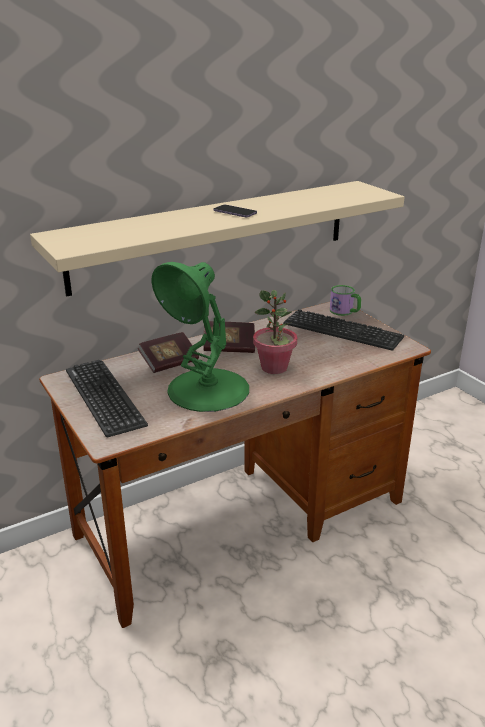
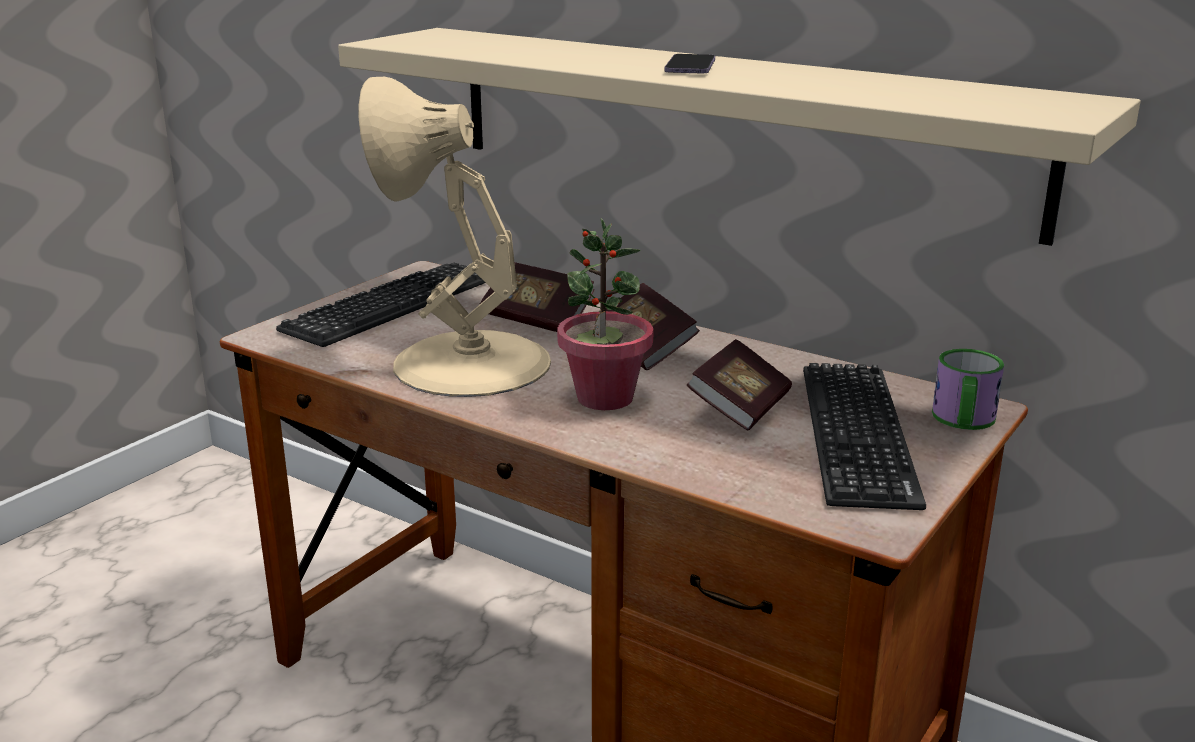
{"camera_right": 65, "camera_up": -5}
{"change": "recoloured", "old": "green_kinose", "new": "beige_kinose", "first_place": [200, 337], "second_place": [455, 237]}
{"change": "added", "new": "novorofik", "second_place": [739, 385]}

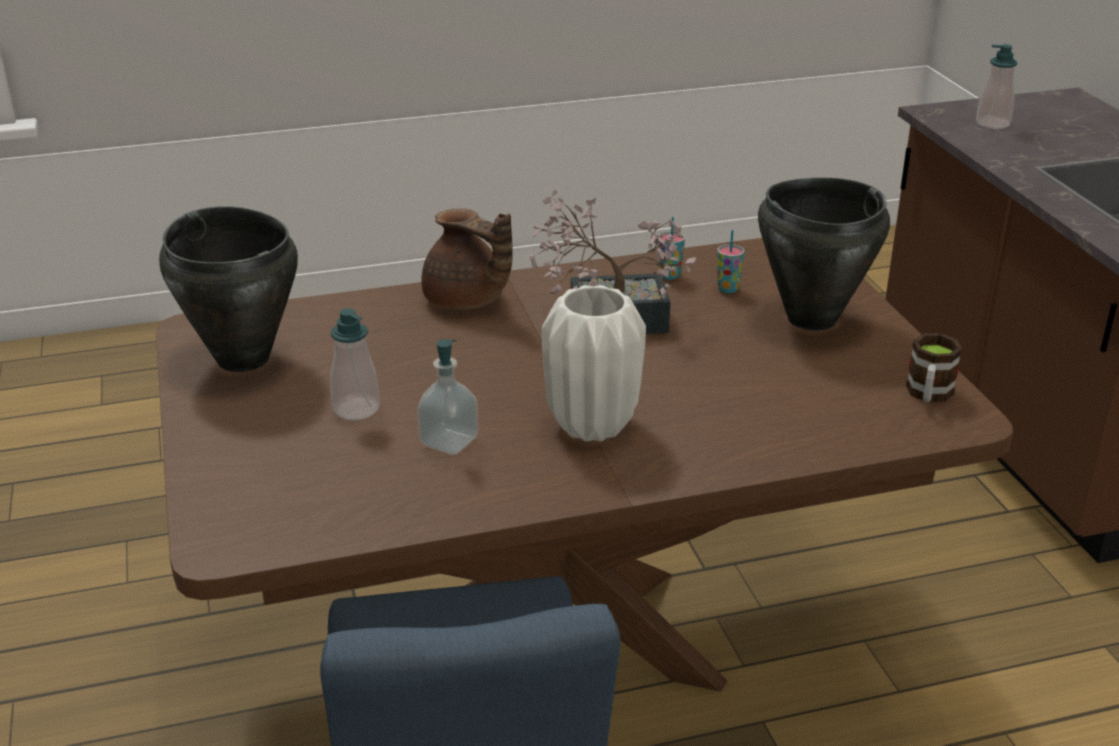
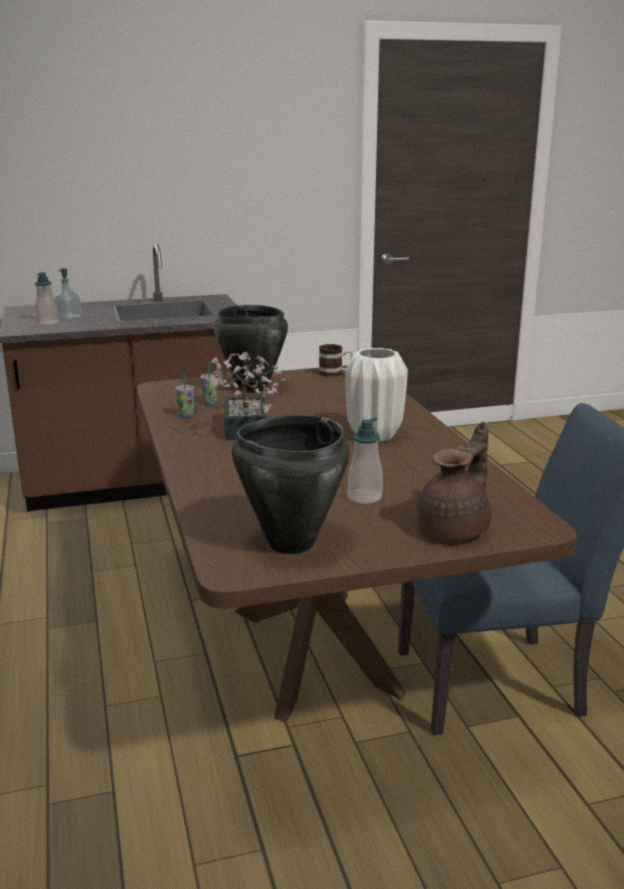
{"camera_right": -90, "camera_up": -10}
{"change": "moved", "old": "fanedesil", "first_place": [447, 397], "second_place": [68, 294]}
{"change": "moved", "old": "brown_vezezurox", "first_place": [467, 259], "second_place": [453, 480]}

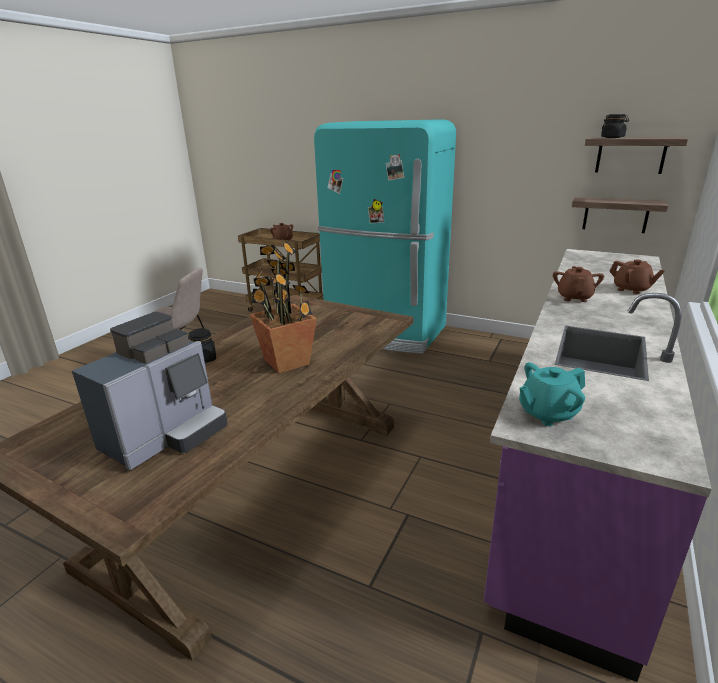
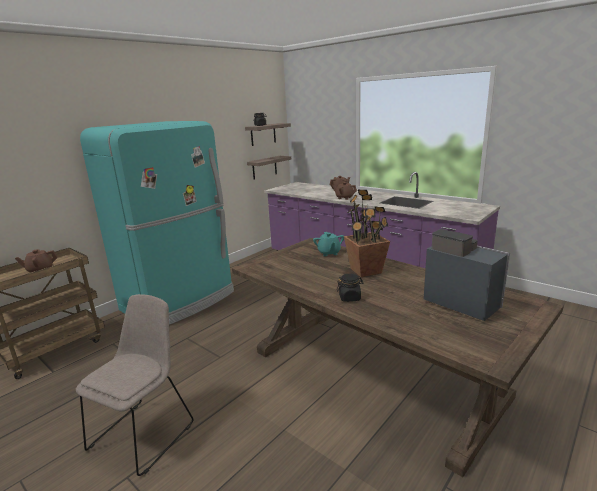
{"camera_right": -75, "camera_up": -5}
{"change": "moved", "old": "turquoise_vezezurox", "first_place": [552, 394], "second_place": [328, 244]}

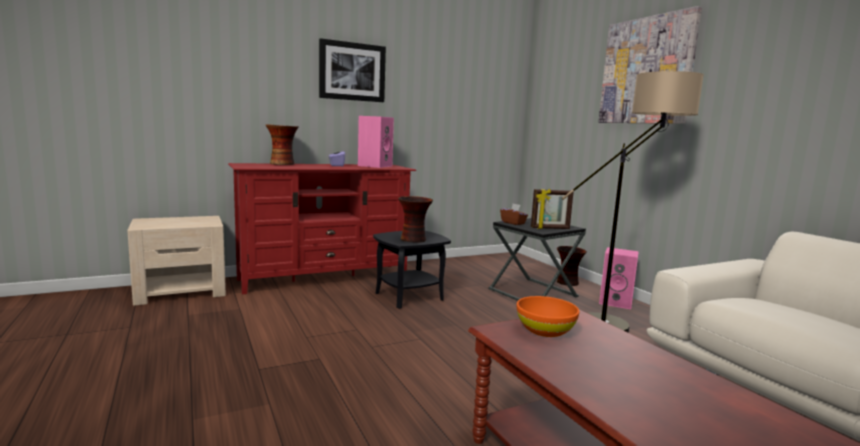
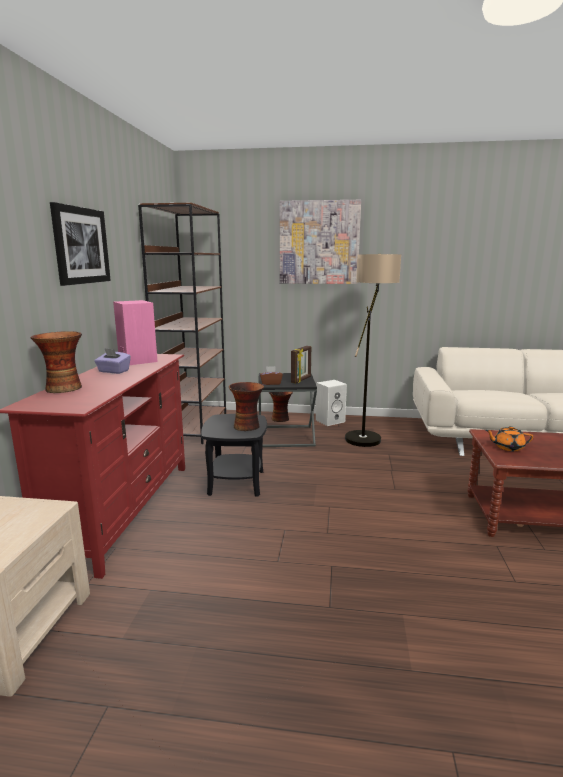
{"camera_right": -55, "camera_up": 5}
{"change": "replaced", "old": "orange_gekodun", "new": "orange_vezezurox", "first_place": [548, 316], "second_place": [510, 438]}
{"change": "recoloured", "old": "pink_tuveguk", "new": "white_tuveguk", "first_place": [619, 278], "second_place": [331, 403]}
{"change": "added", "new": "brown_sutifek", "second_place": [182, 323]}

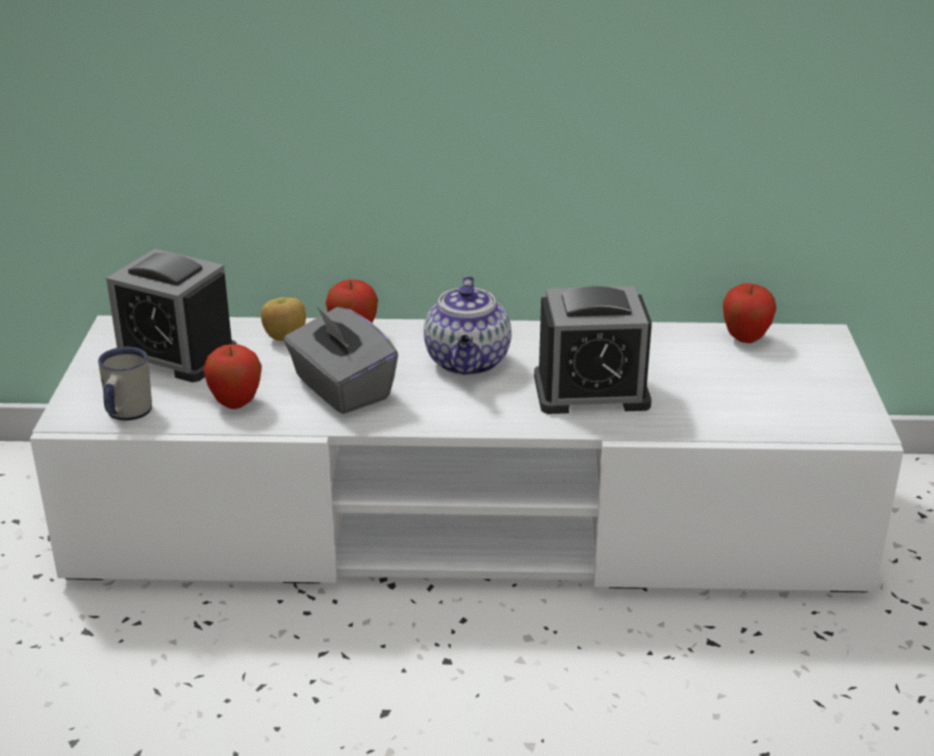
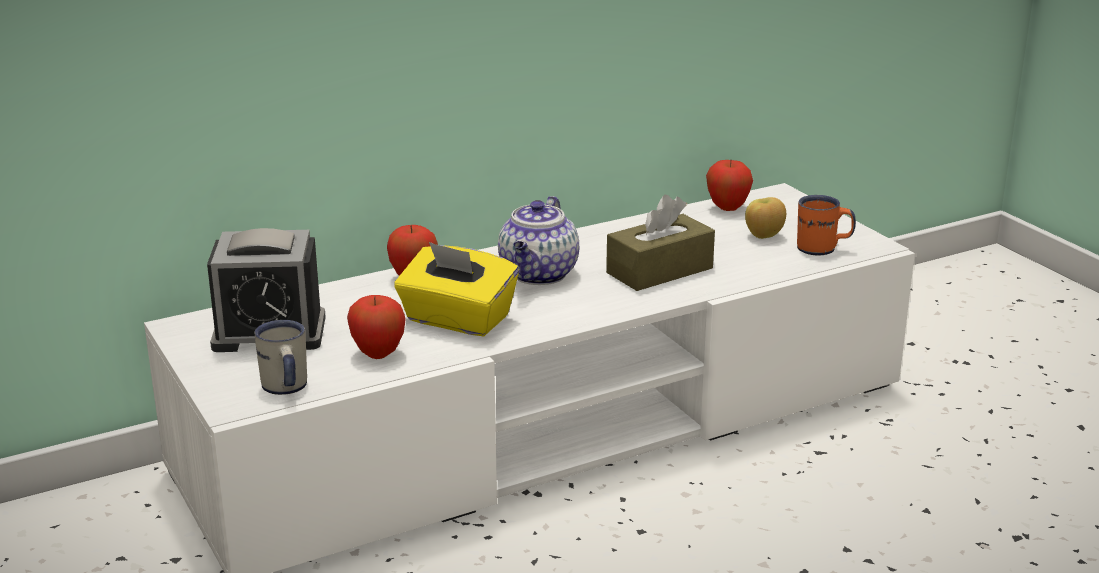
{"camera_right": -30, "camera_up": -5}
{"change": "moved", "old": "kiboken", "first_place": [283, 319], "second_place": [765, 218]}
{"change": "recoloured", "old": "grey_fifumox", "new": "yellow_fifumox", "first_place": [341, 359], "second_place": [456, 289]}
{"change": "turned", "old": "vezezurox", "first_place": [468, 326], "second_place": [538, 240], "degrees": 45}
{"change": "replaced", "old": "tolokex", "new": "brown_fifumox", "first_place": [593, 350], "second_place": [660, 243]}
{"change": "added", "new": "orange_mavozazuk", "second_place": [826, 225]}

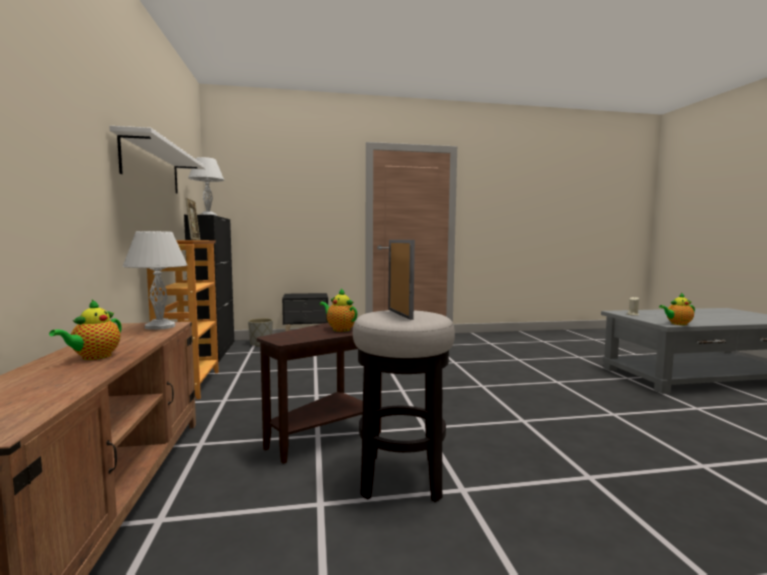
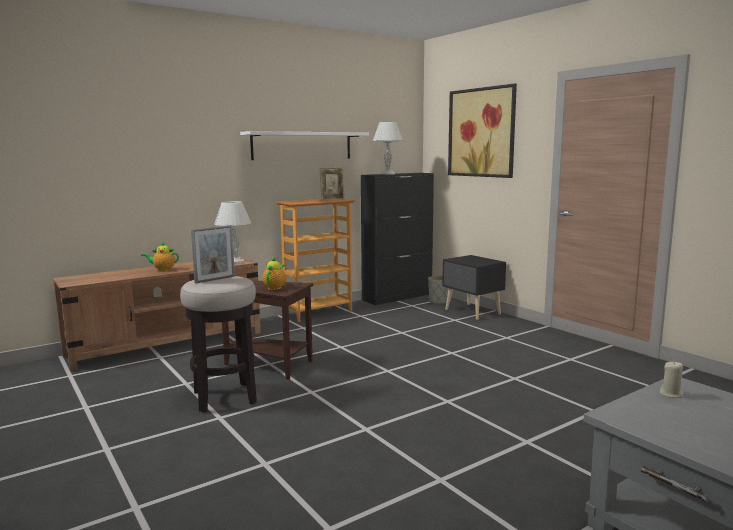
{"camera_right": 65, "camera_up": 5}
{"change": "removed", "old": "vezezurox", "first_place": [677, 309]}
{"change": "added", "new": "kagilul", "second_place": [482, 131]}

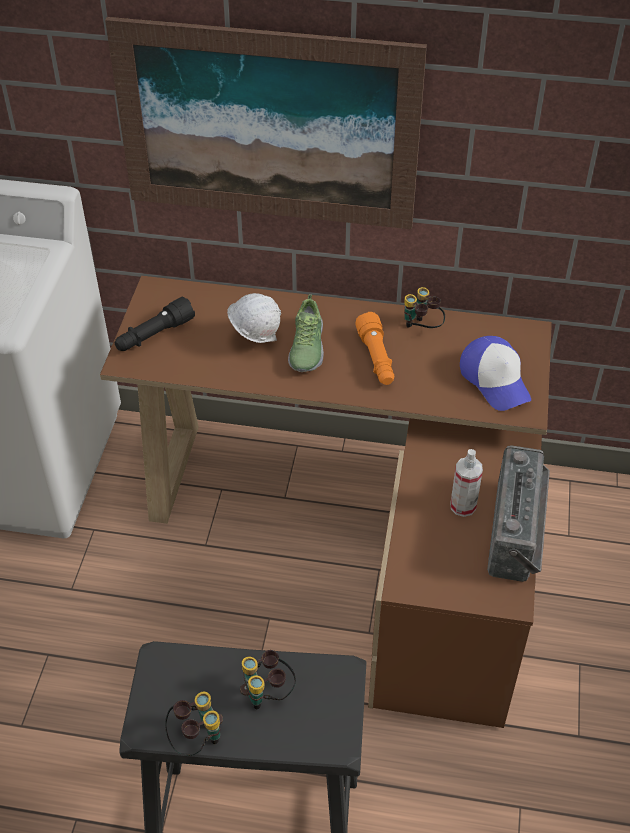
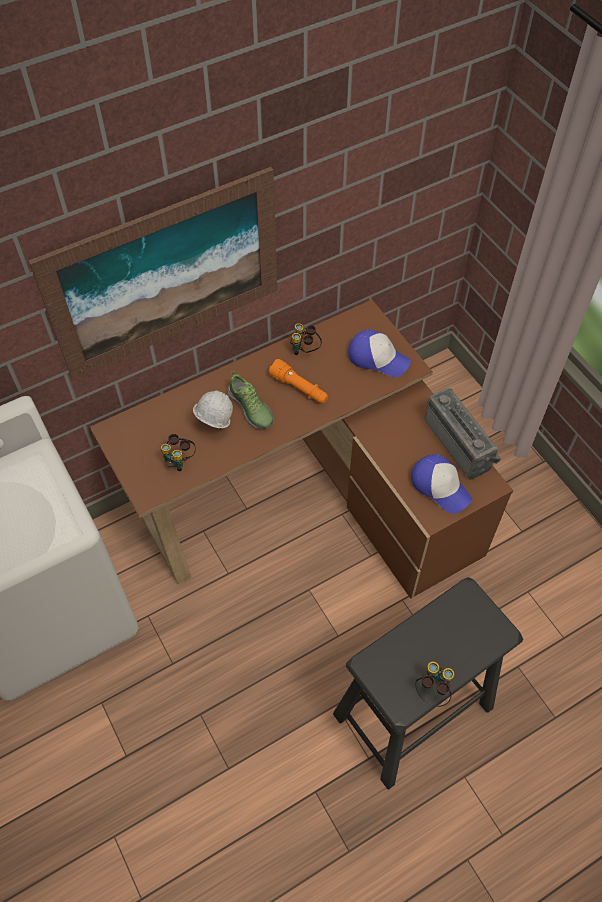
{"camera_right": -40, "camera_up": 10}
{"change": "removed", "old": "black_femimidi", "first_place": [155, 323]}
{"change": "moved", "old": "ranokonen", "first_place": [268, 679], "second_place": [178, 452]}
{"change": "removed", "old": "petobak", "first_place": [466, 483]}
{"change": "added", "new": "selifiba", "second_place": [441, 484]}

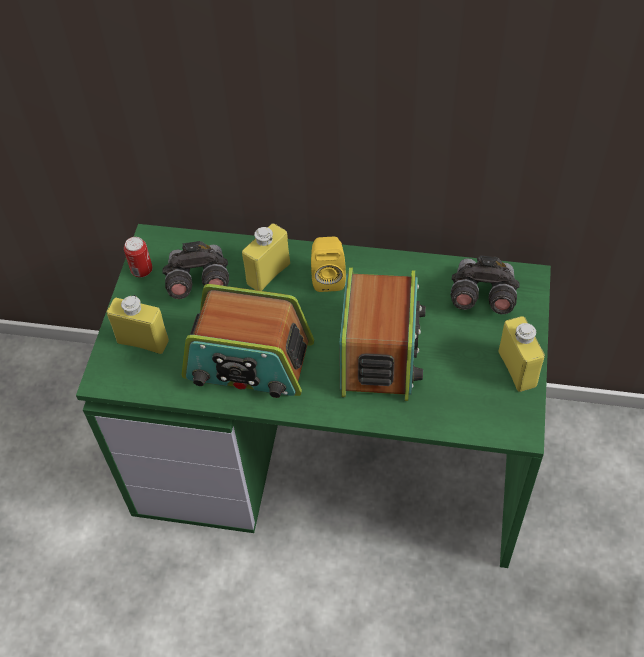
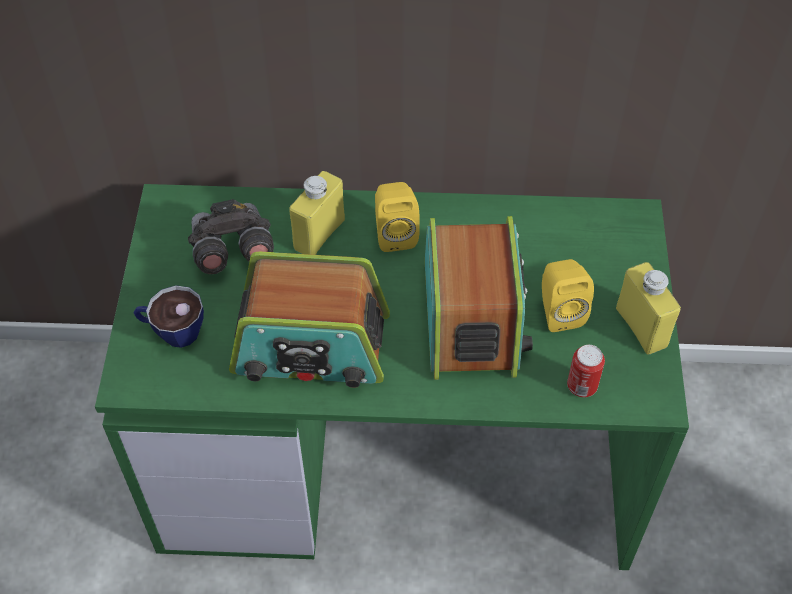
{"camera_right": -10, "camera_up": 0}
{"change": "replaced", "old": "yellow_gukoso", "new": "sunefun", "first_place": [138, 324], "second_place": [168, 316]}
{"change": "moved", "old": "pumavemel", "first_place": [138, 257], "second_place": [586, 371]}
{"change": "removed", "old": "grey_ranokonen", "first_place": [485, 284]}
{"change": "added", "new": "yellow_tuveguk", "second_place": [568, 295]}

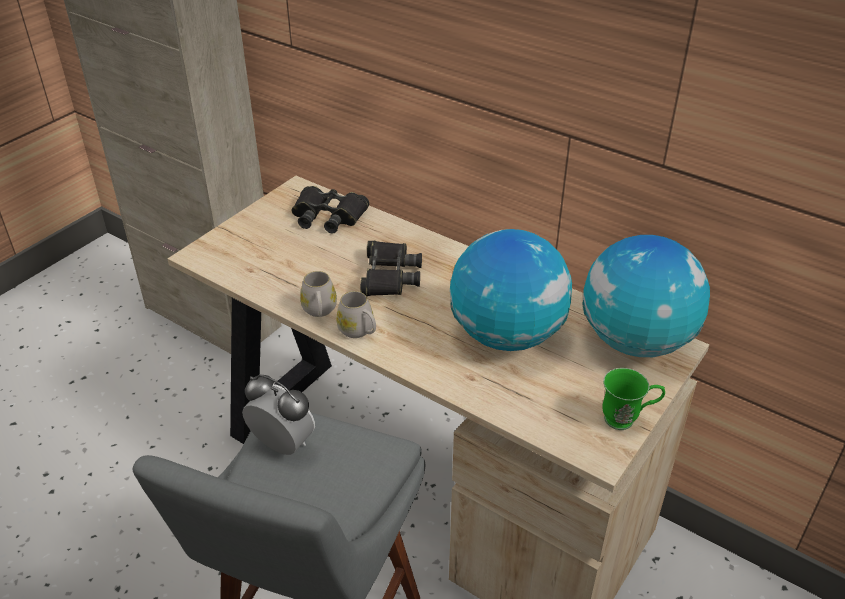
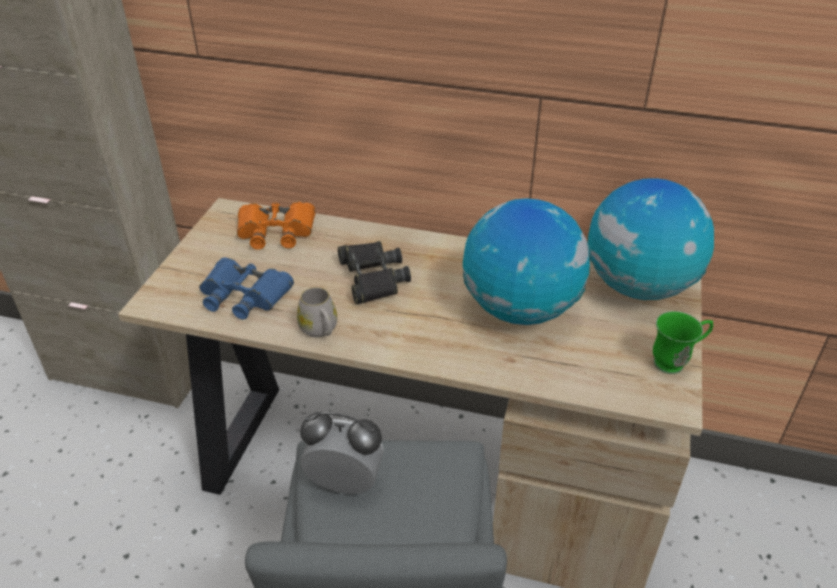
{"camera_right": -20, "camera_up": 0}
{"change": "recoloured", "old": "black_ranokonen", "new": "orange_ranokonen", "first_place": [330, 209], "second_place": [276, 226]}
{"change": "removed", "old": "white_mavozazuk", "first_place": [356, 314]}
{"change": "added", "new": "blue_ranokonen", "second_place": [246, 288]}

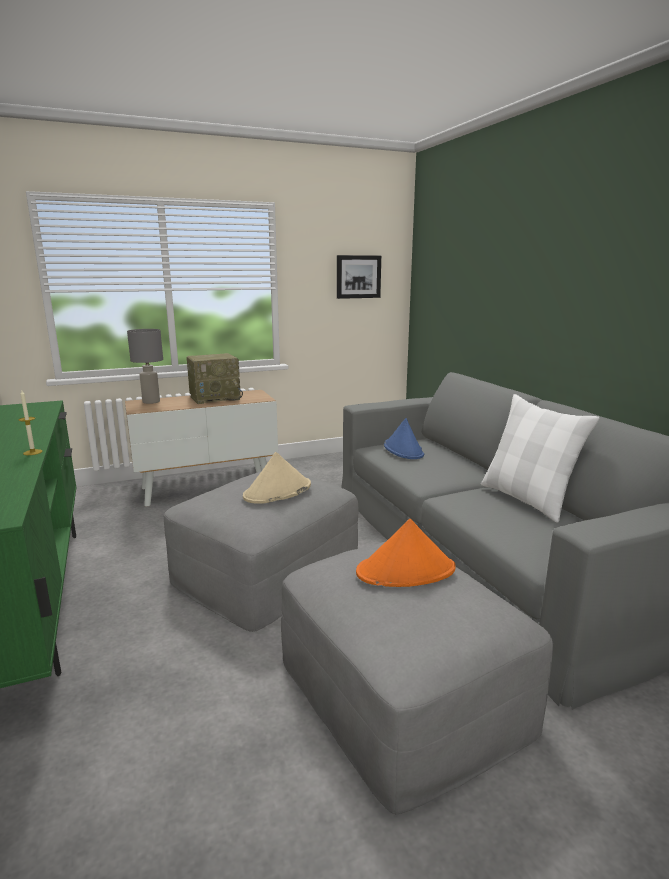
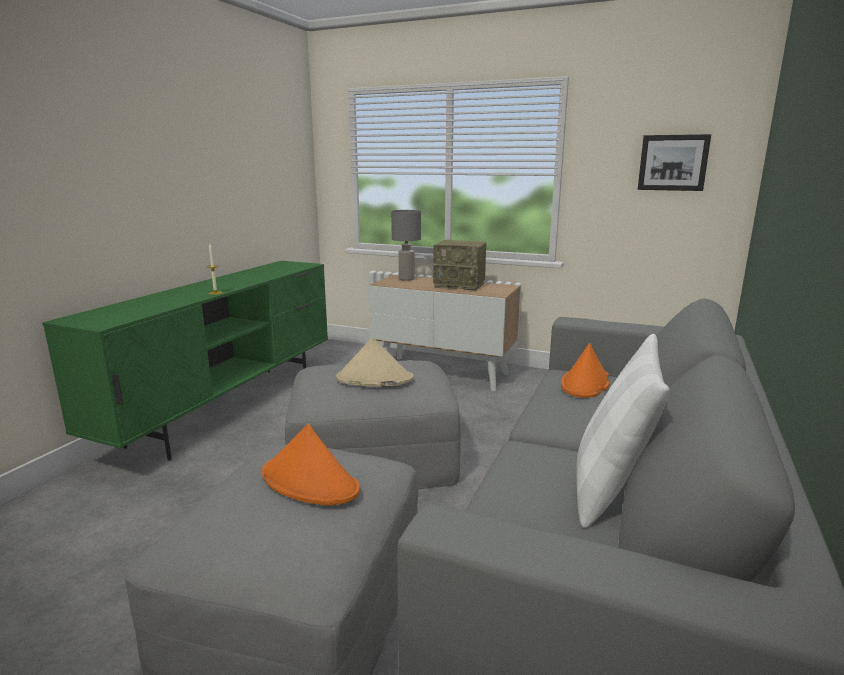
{"camera_right": 45, "camera_up": 0}
{"change": "recoloured", "old": "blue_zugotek", "new": "orange_zugotek", "first_place": [404, 438], "second_place": [585, 370]}

